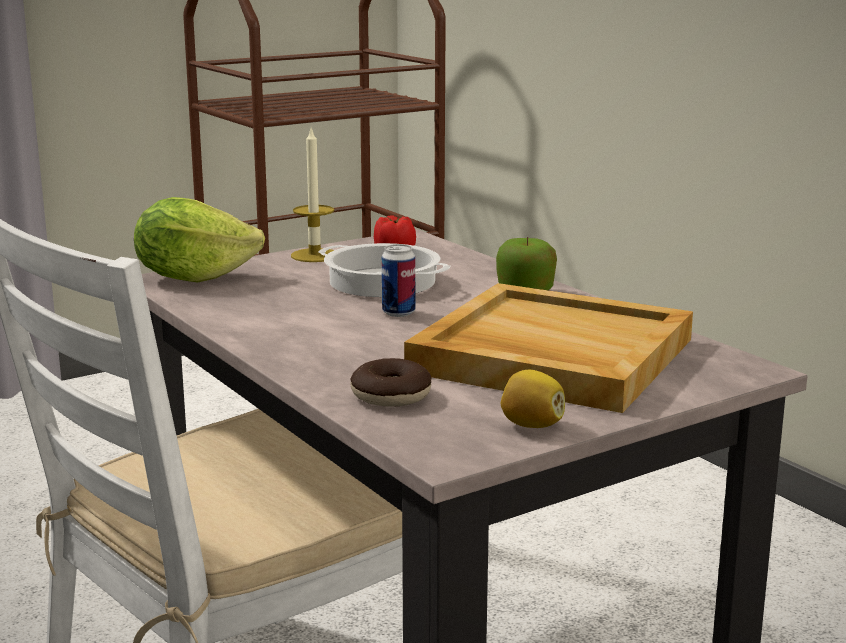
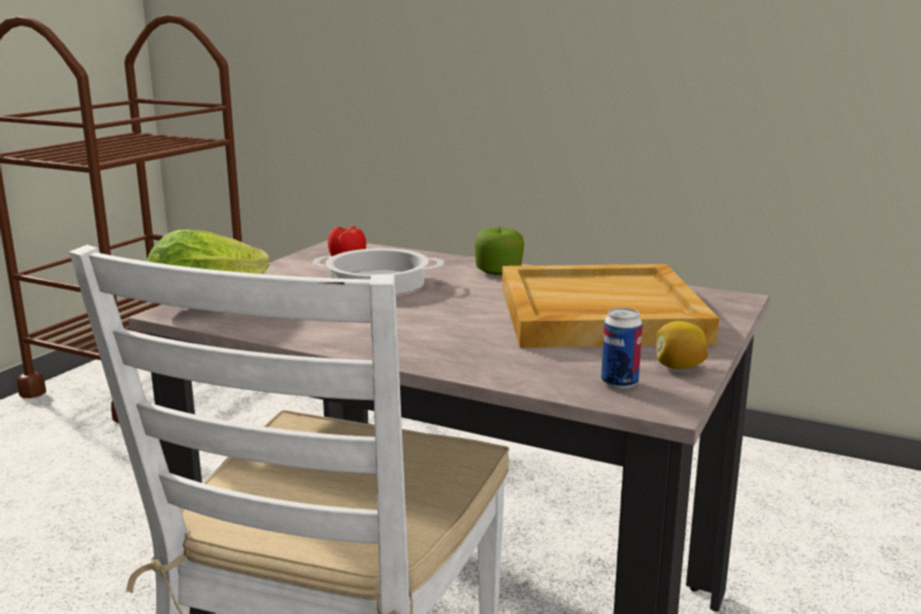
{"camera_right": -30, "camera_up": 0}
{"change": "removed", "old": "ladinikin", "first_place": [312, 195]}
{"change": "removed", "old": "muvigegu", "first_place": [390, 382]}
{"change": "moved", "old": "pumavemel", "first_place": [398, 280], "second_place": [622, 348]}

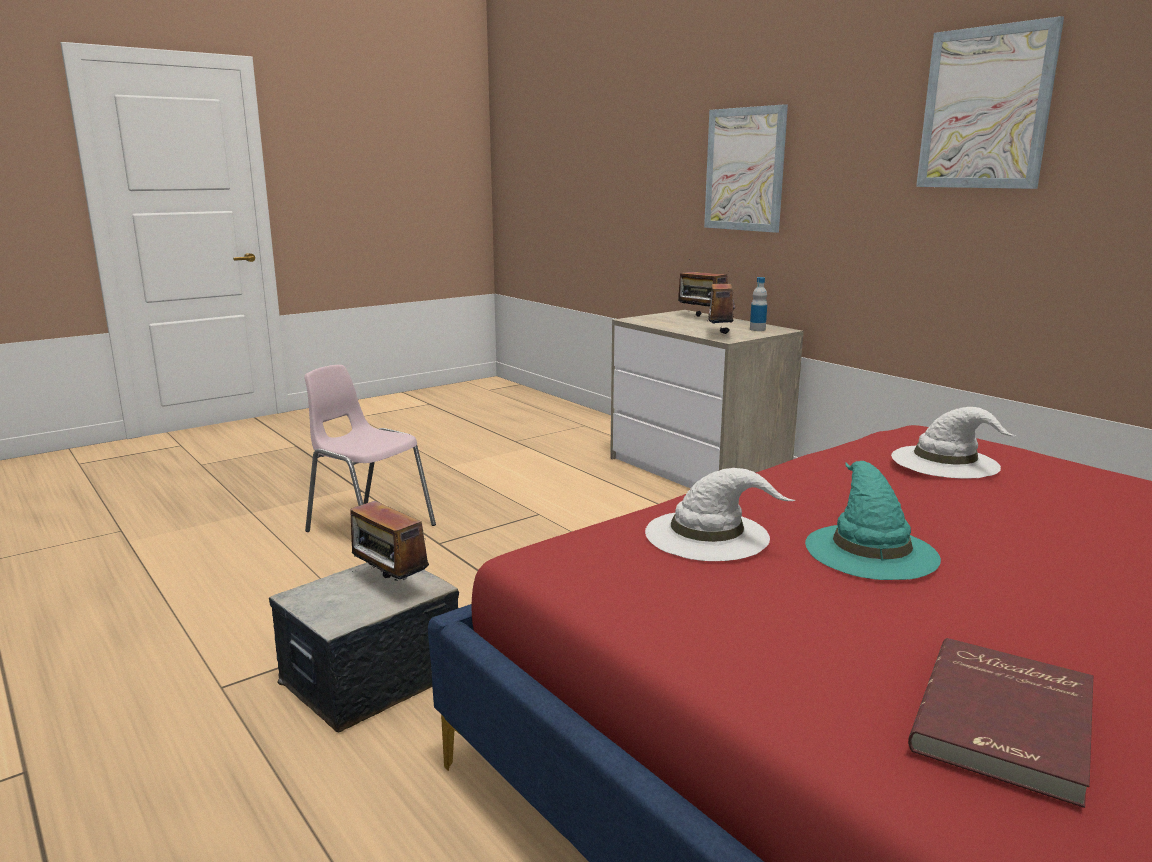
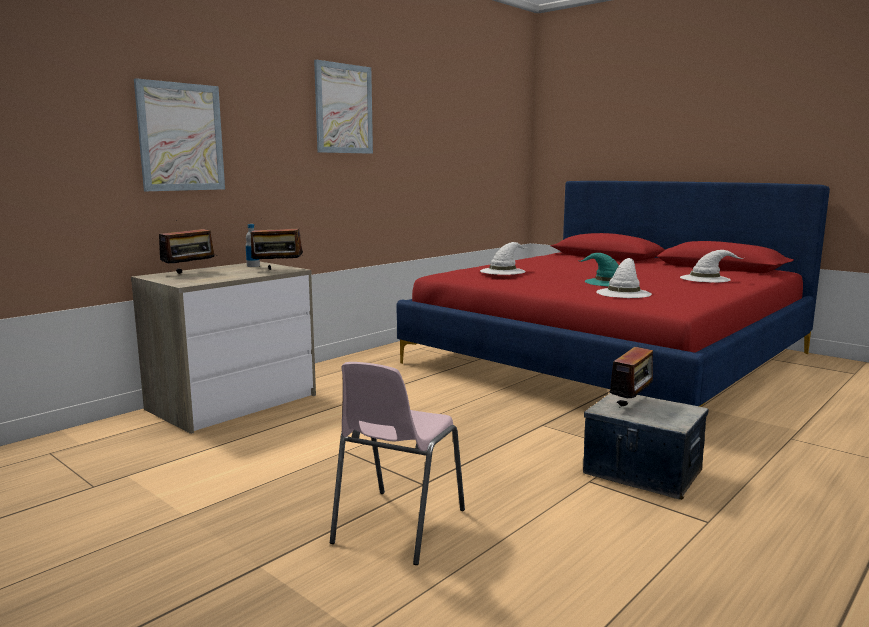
{"camera_right": -100, "camera_up": -5}
{"change": "replaced", "old": "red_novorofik", "new": "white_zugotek", "first_place": [1000, 723], "second_place": [712, 266]}

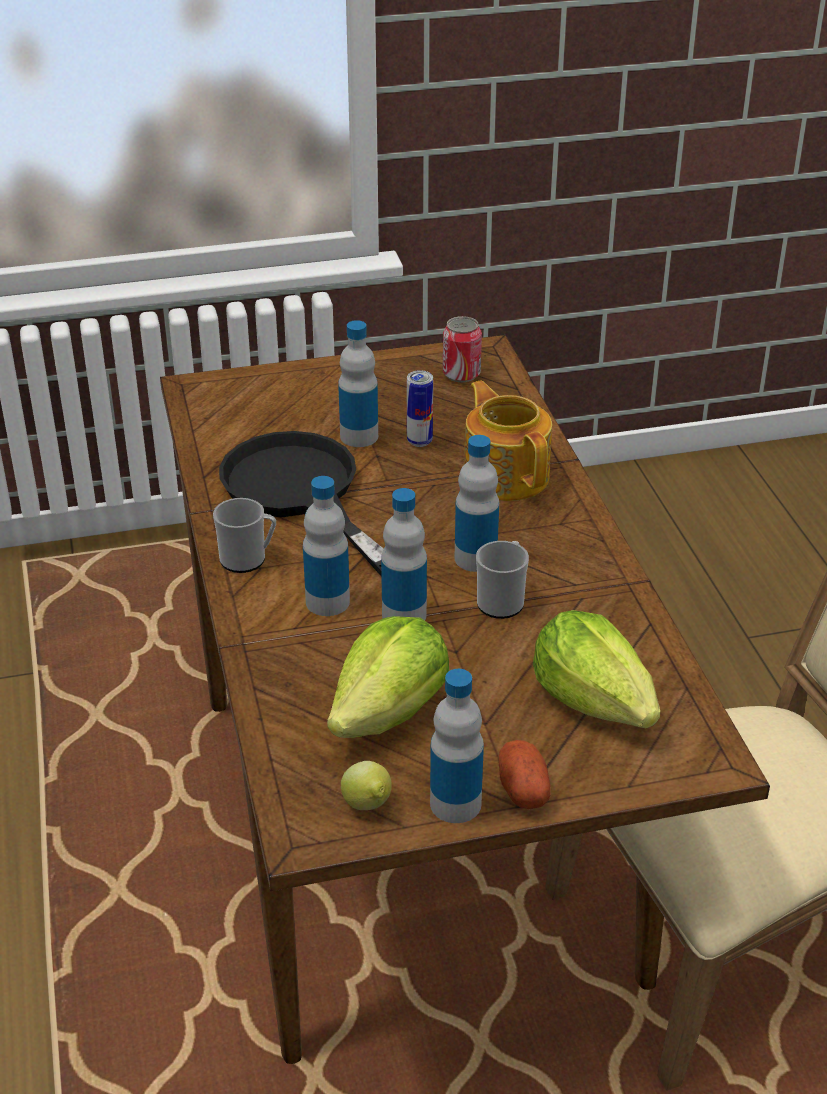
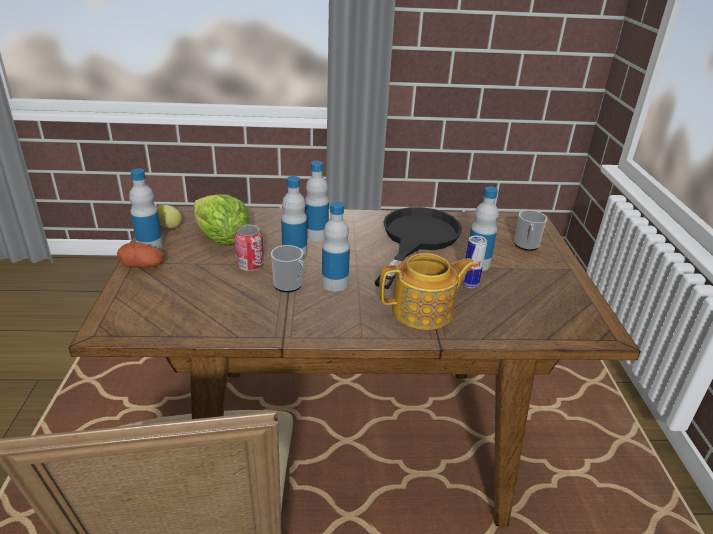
{"camera_right": 100, "camera_up": -5}
{"change": "moved", "old": "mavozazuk", "first_place": [244, 535], "second_place": [530, 230]}
{"change": "turned", "old": "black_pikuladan", "first_place": [301, 503], "second_place": [418, 248], "degrees": -45}
{"change": "moved", "old": "pumavemel", "first_place": [462, 349], "second_place": [249, 247]}
{"change": "removed", "old": "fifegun", "first_place": [596, 669]}

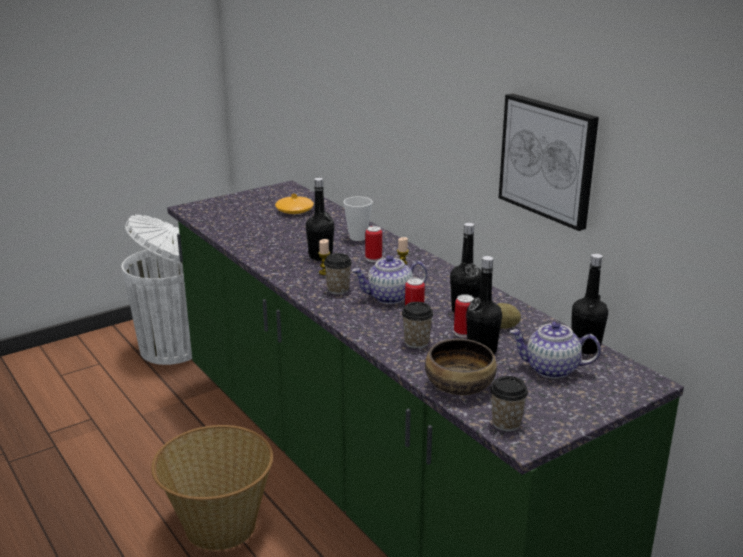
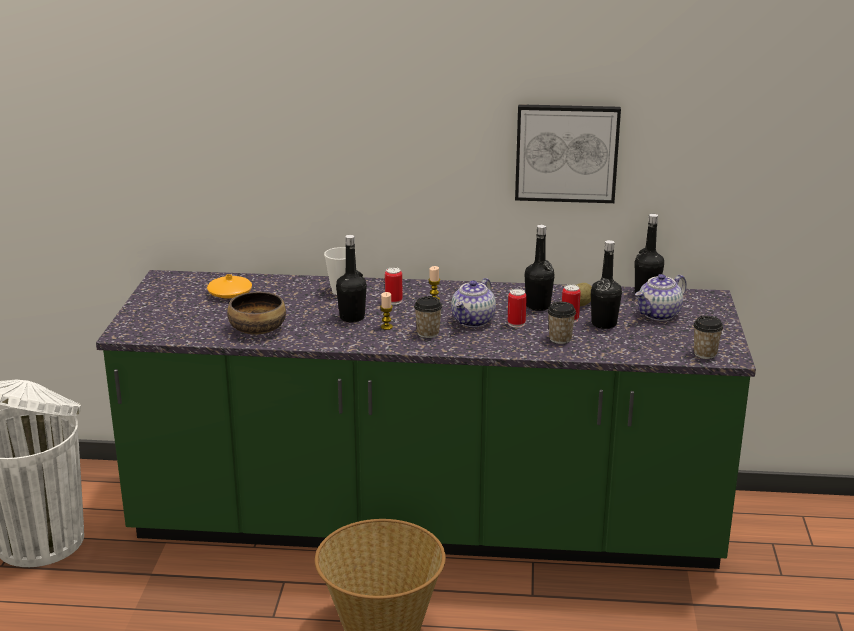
{"camera_right": -50, "camera_up": 0}
{"change": "moved", "old": "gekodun", "first_place": [461, 367], "second_place": [256, 313]}

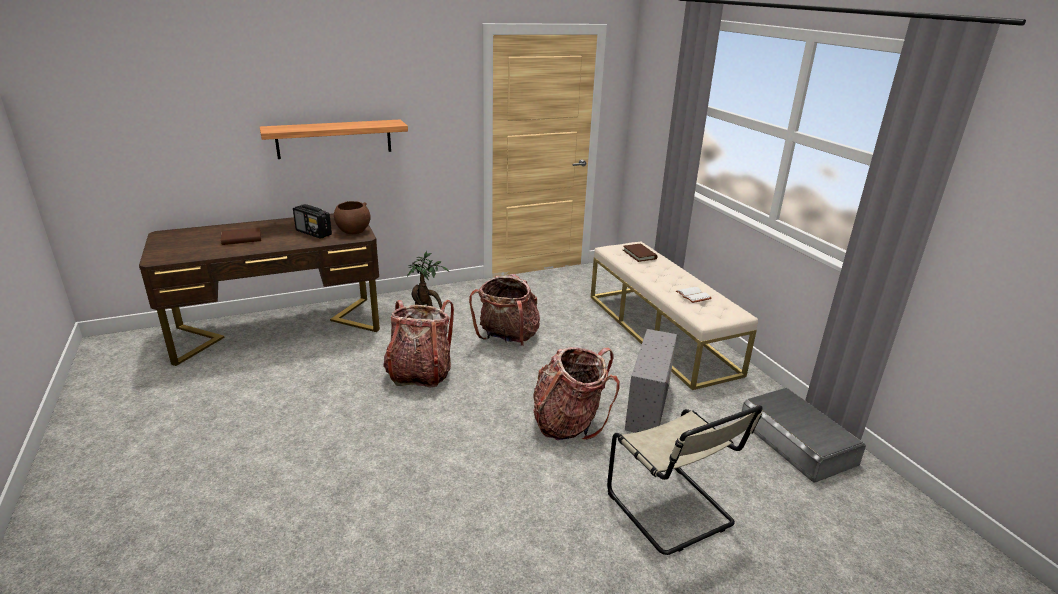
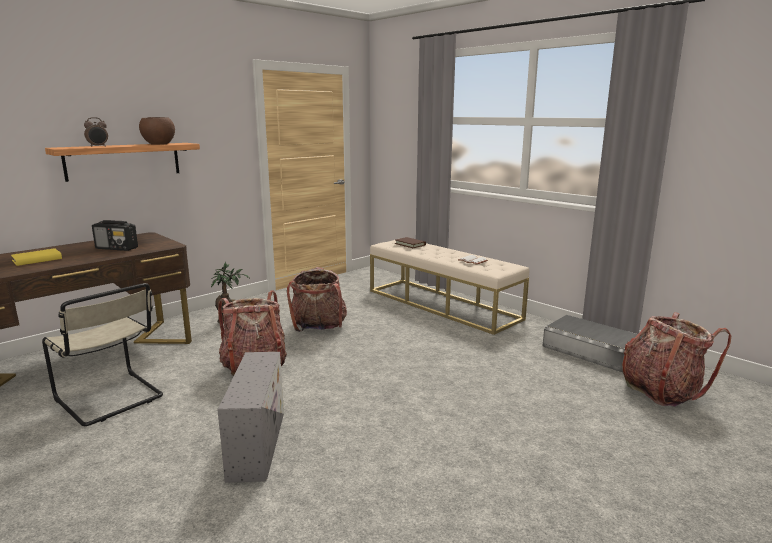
{"camera_right": -20, "camera_up": -10}
{"change": "recoloured", "old": "brown_novorofik", "new": "yellow_novorofik", "first_place": [241, 236], "second_place": [36, 257]}
{"change": "moved", "old": "brown_gekodun", "first_place": [352, 217], "second_place": [157, 131]}
{"change": "moved", "old": "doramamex", "first_place": [576, 393], "second_place": [676, 359]}
{"change": "moved", "old": "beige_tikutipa", "first_place": [685, 480], "second_place": [102, 354]}
{"change": "moved", "old": "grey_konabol", "first_place": [651, 381], "second_place": [251, 417]}
{"change": "added", "new": "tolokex", "second_place": [96, 132]}

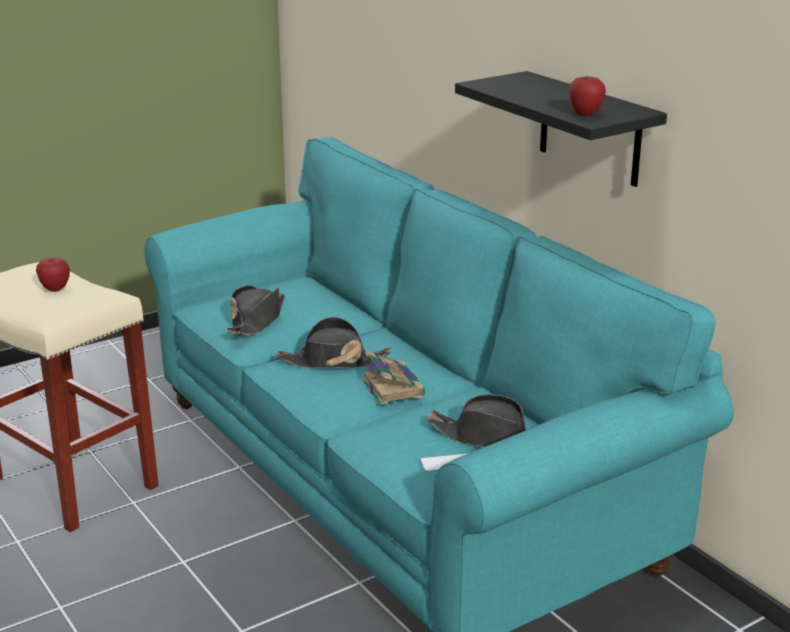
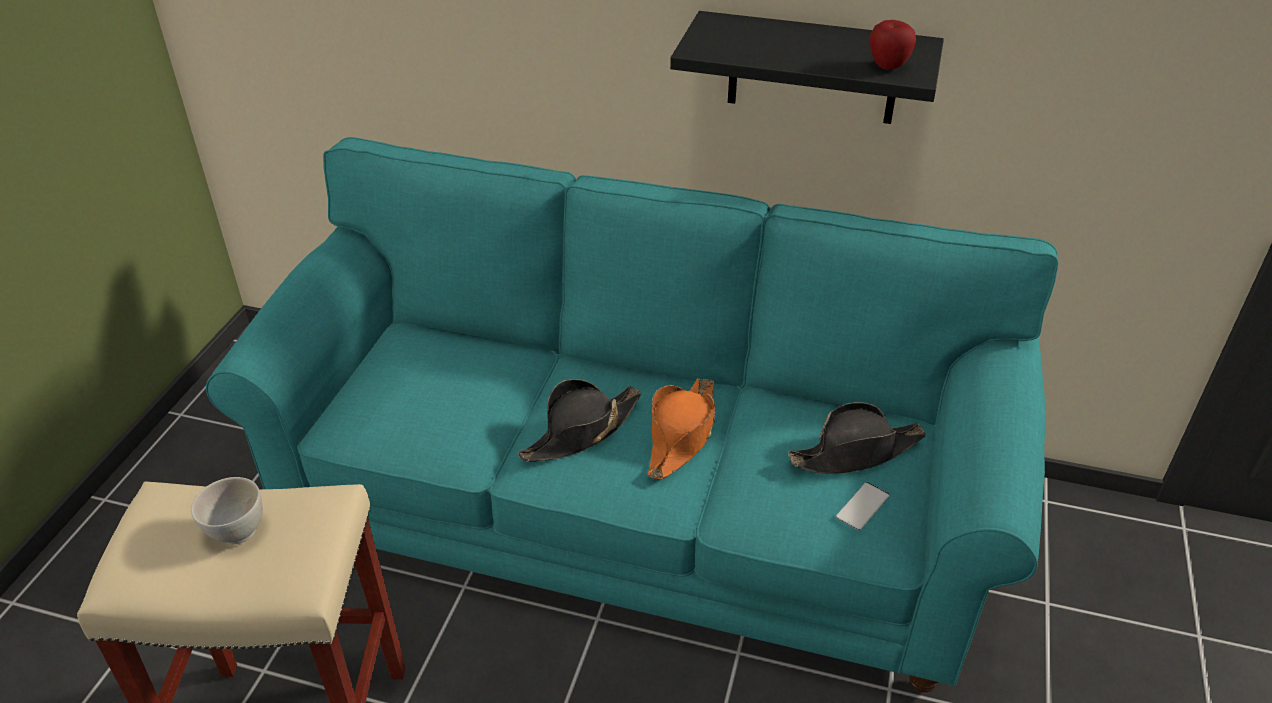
{"camera_right": -40, "camera_up": 15}
{"change": "replaced", "old": "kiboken", "new": "white_gekodun", "first_place": [53, 275], "second_place": [227, 511]}
{"change": "removed", "old": "black_zugotek", "first_place": [255, 310]}
{"change": "replaced", "old": "novorofik", "new": "orange_zugotek", "first_place": [393, 378], "second_place": [681, 428]}

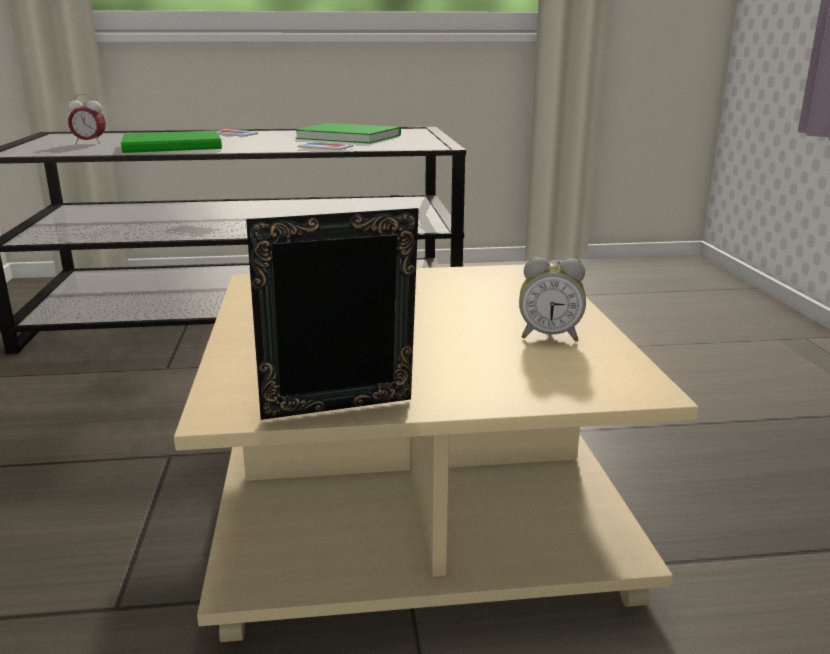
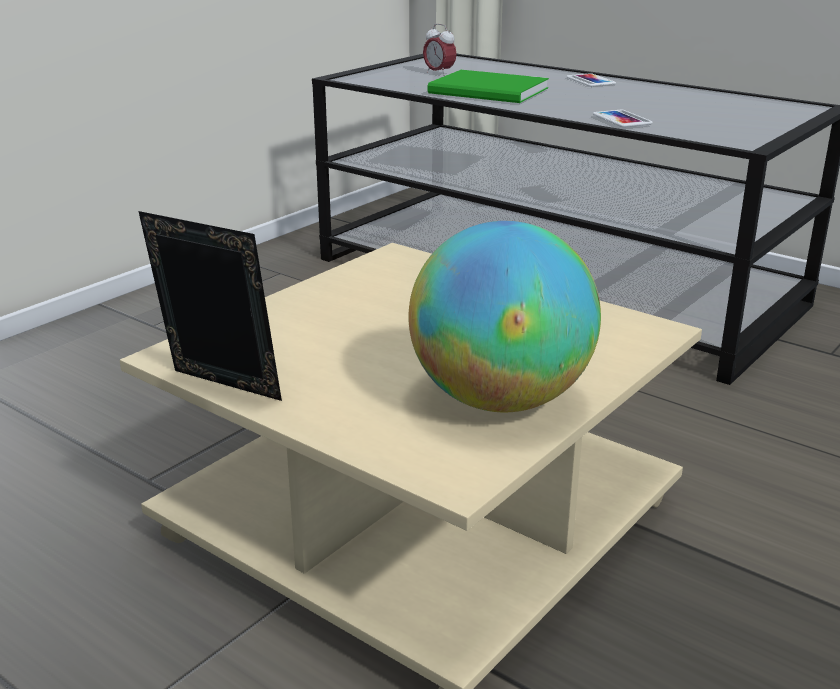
{"camera_right": 45, "camera_up": 5}
{"change": "removed", "old": "green_novorofik", "first_place": [348, 133]}
{"change": "replaced", "old": "tolokex", "new": "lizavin", "first_place": [552, 299], "second_place": [504, 316]}

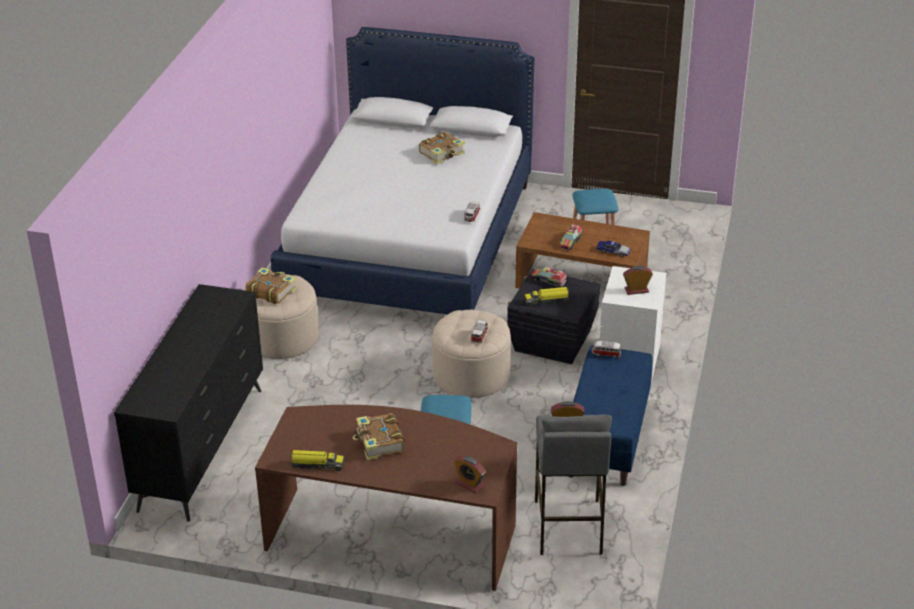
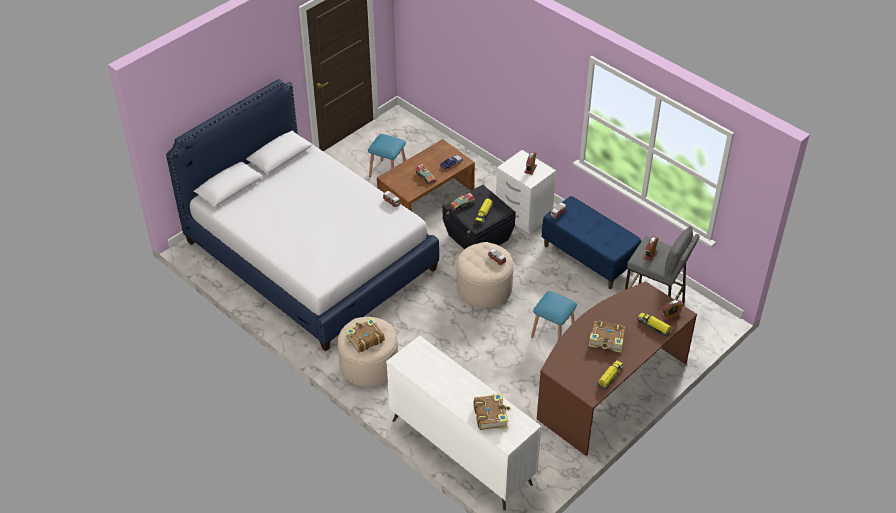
{"camera_right": -60, "camera_up": 10}
{"change": "recoloured", "old": "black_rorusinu", "new": "white_rorusinu", "first_place": [188, 403], "second_place": [463, 423]}
{"change": "moved", "old": "novorofik", "first_place": [442, 148], "second_place": [492, 411]}
{"change": "added", "new": "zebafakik", "second_place": [654, 324]}

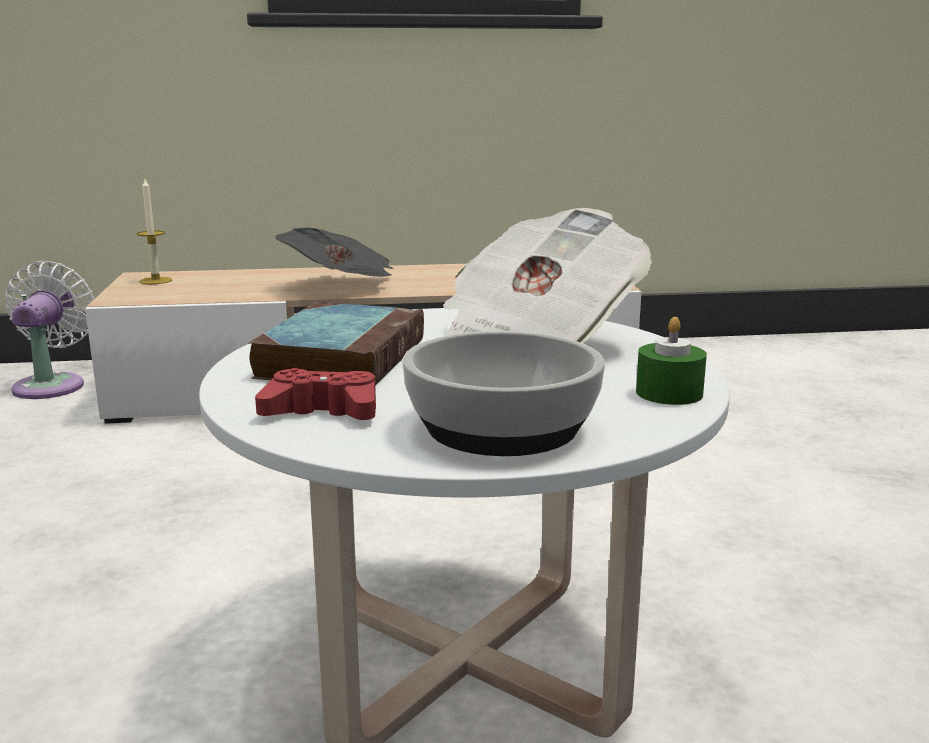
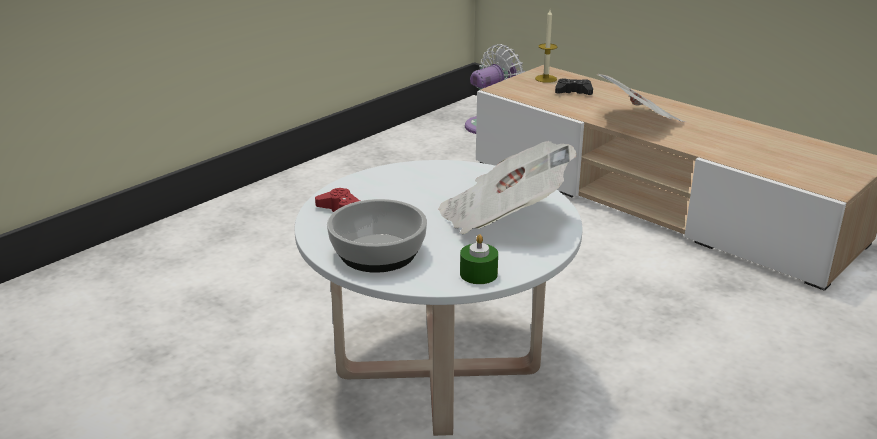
{"camera_right": 50, "camera_up": 10}
{"change": "removed", "old": "novorofik", "first_place": [336, 343]}
{"change": "added", "new": "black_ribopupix", "second_place": [574, 86]}

